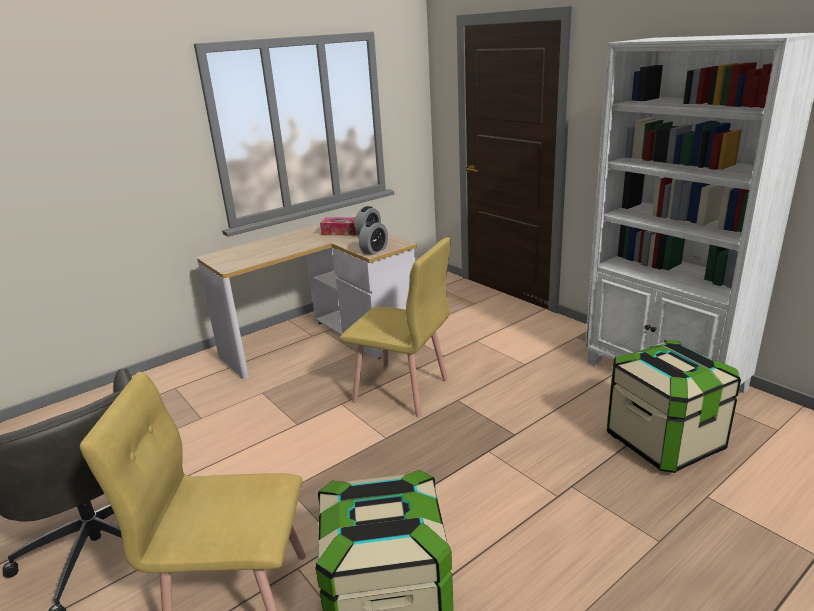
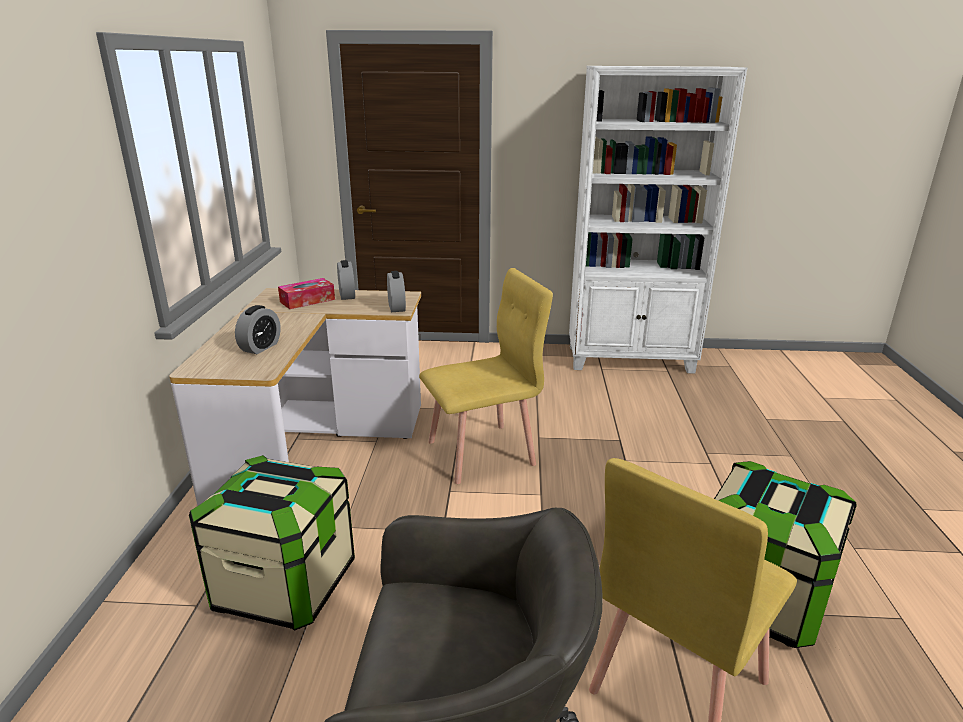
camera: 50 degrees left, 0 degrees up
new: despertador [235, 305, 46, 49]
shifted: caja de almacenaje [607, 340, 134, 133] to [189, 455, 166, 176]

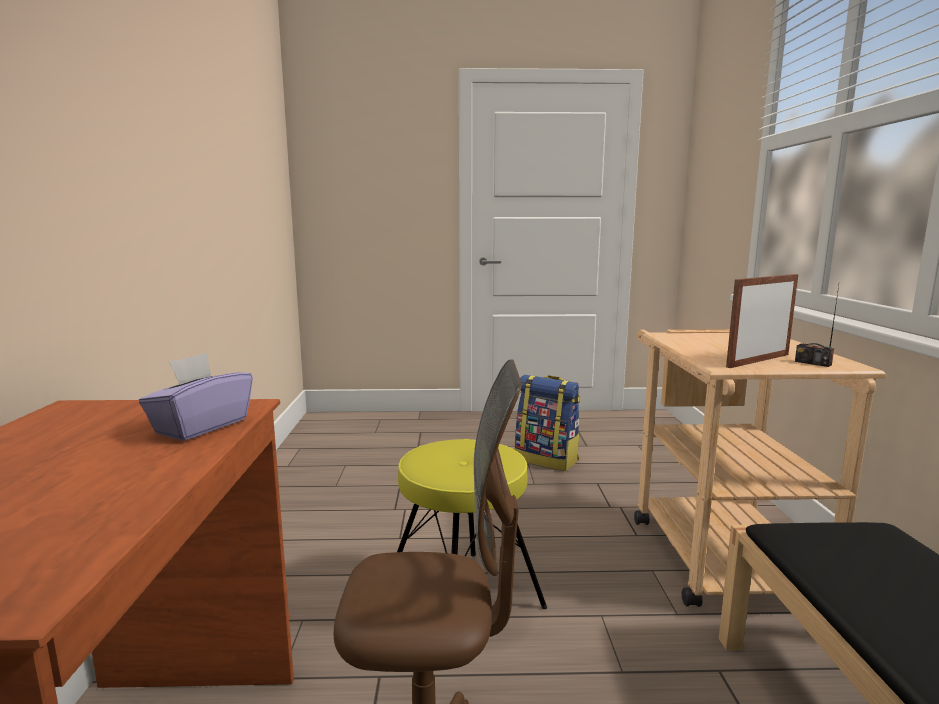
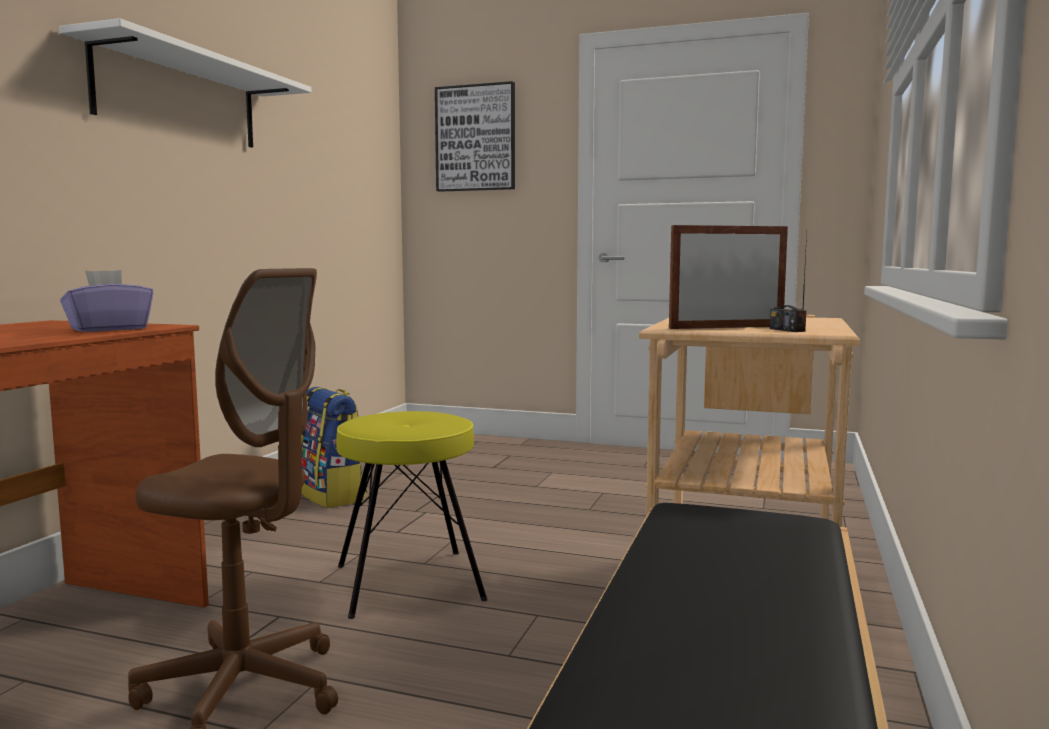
camera: 20 degrees right, 5 degrees down
new: estante [blanco] [59, 18, 252, 130]; cuadro [435, 81, 80, 111]
shifted: mochila [515, 375, 65, 96] to [301, 387, 66, 121]

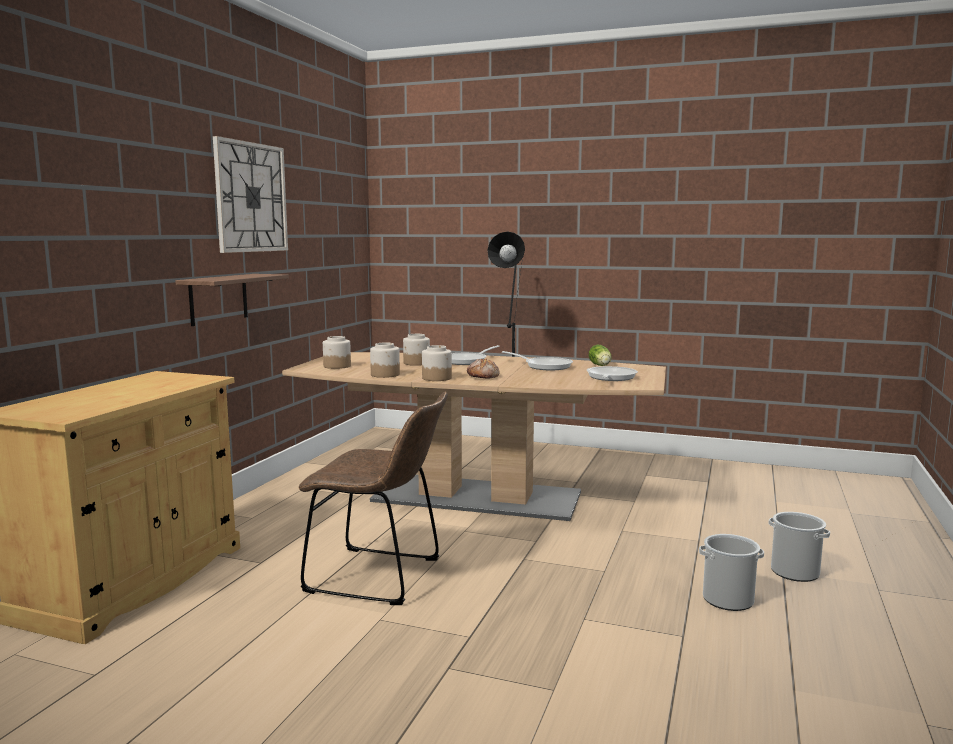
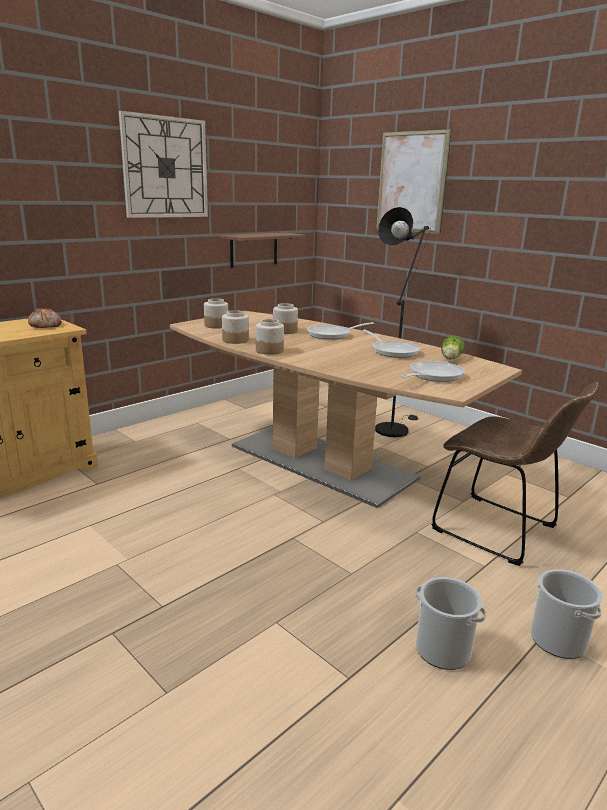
camera: 25 degrees right, 10 degrees up
new: cuadro [376, 129, 76, 105]
shifted: estante [175, 274, 114, 52] to [220, 233, 86, 35]; silla [marrón] [299, 392, 149, 213] to [431, 382, 168, 184]; pan [467, 359, 33, 20] to [28, 308, 34, 20]

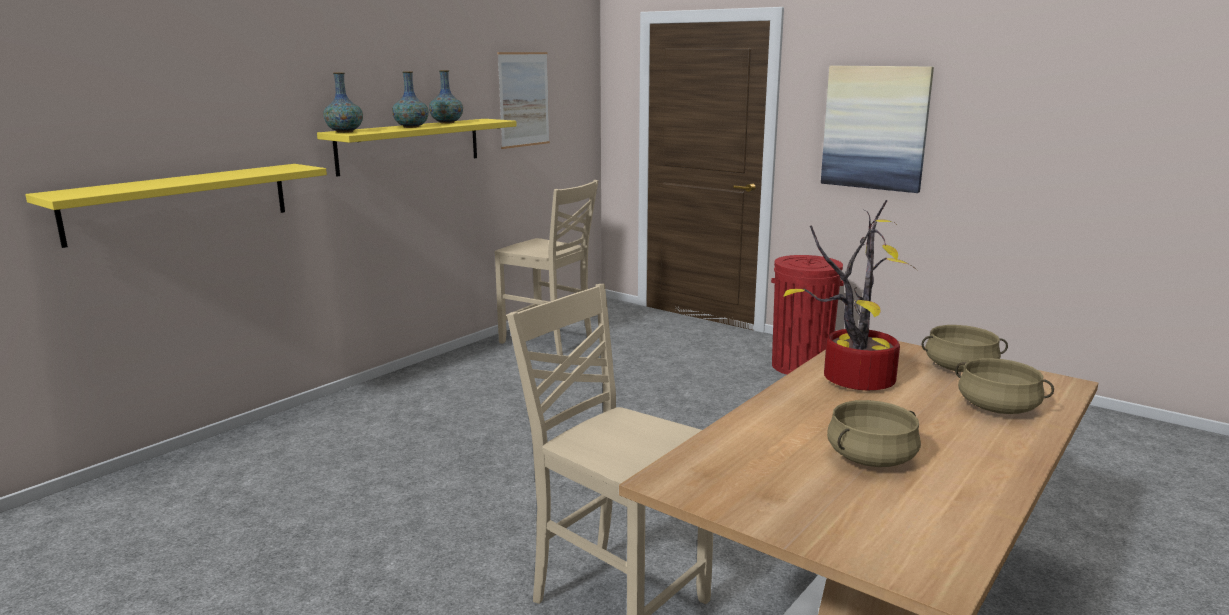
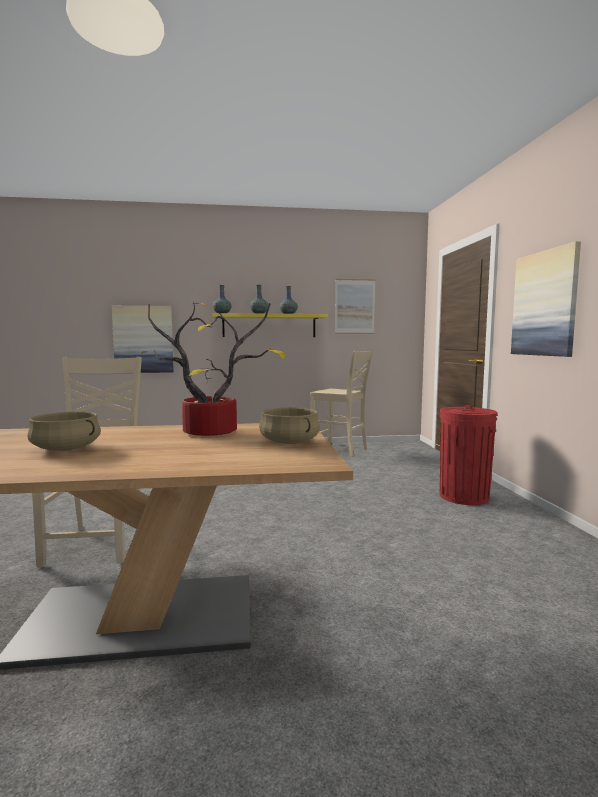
camera: 45 degrees right, 10 degrees down
gone: olla [beis] [955, 358, 99, 56]
swapped: estante [amarillo] [25, 164, 302, 84] to cuadro [111, 305, 63, 68]
rotated: silla [beis] [494, 180, 104, 175] = [310, 350, 63, 107] 45 degrees counterclockwise

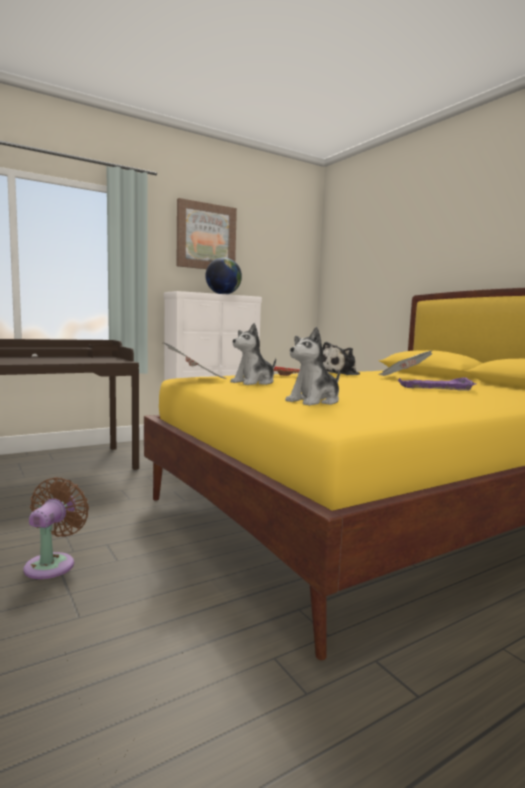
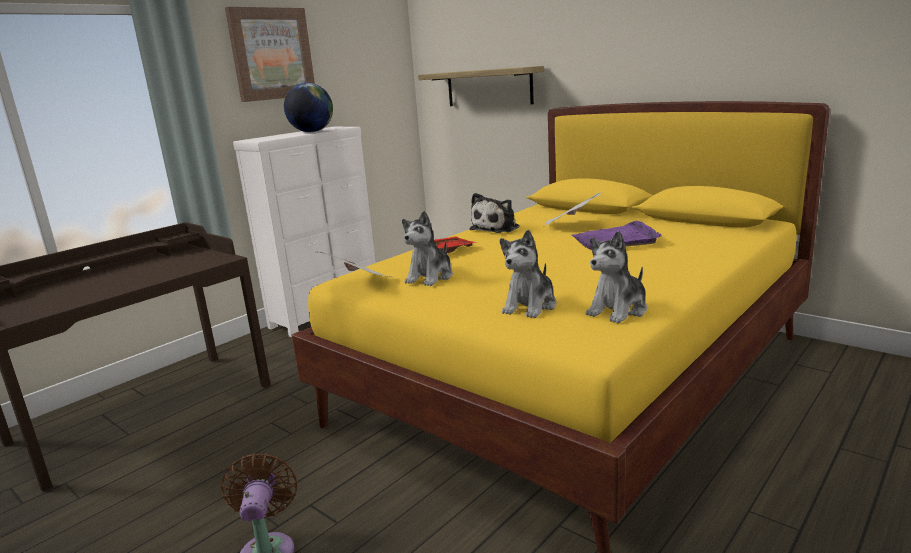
camera: 15 degrees left, 10 degrees up
new: estante [418, 66, 126, 40]; peluche [586, 231, 61, 93]

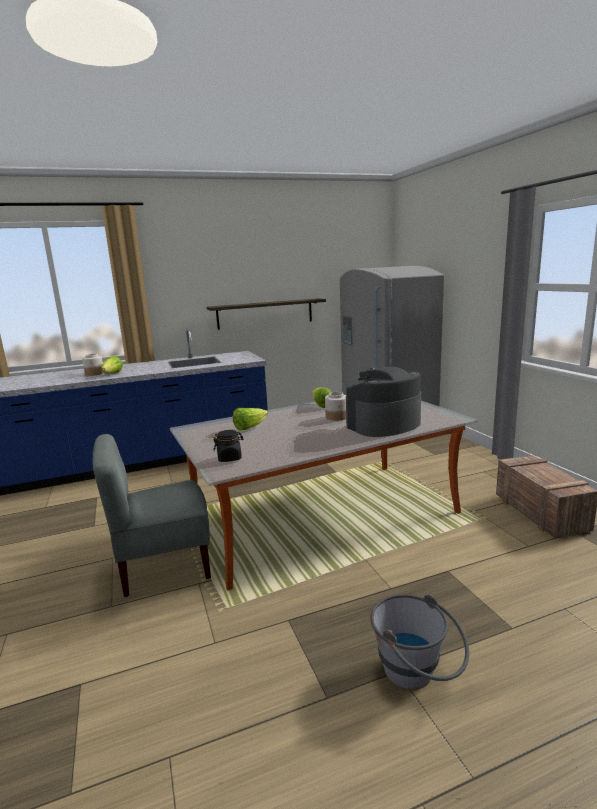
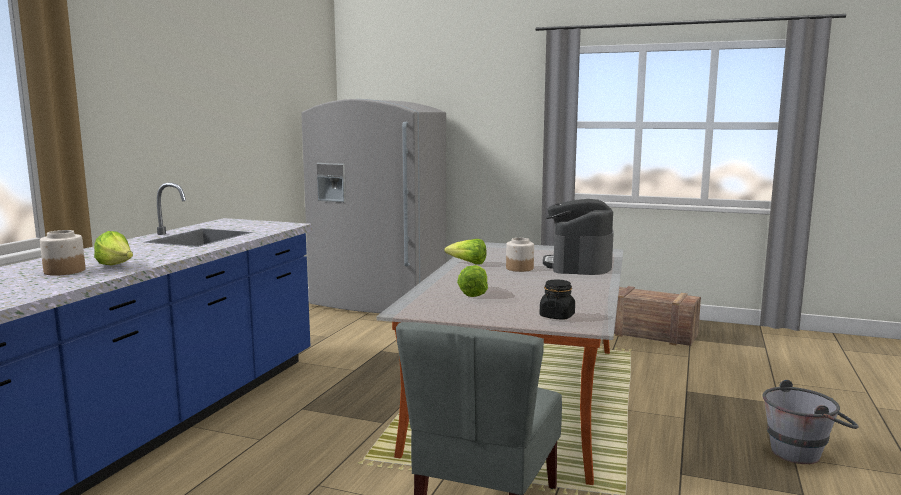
camera: 50 degrees left, 5 degrees down
gone: estante [207, 298, 119, 32]

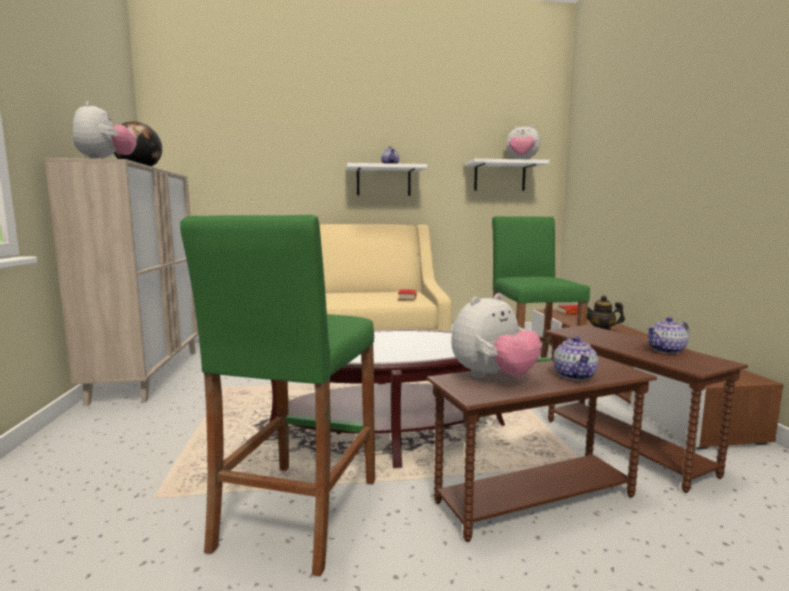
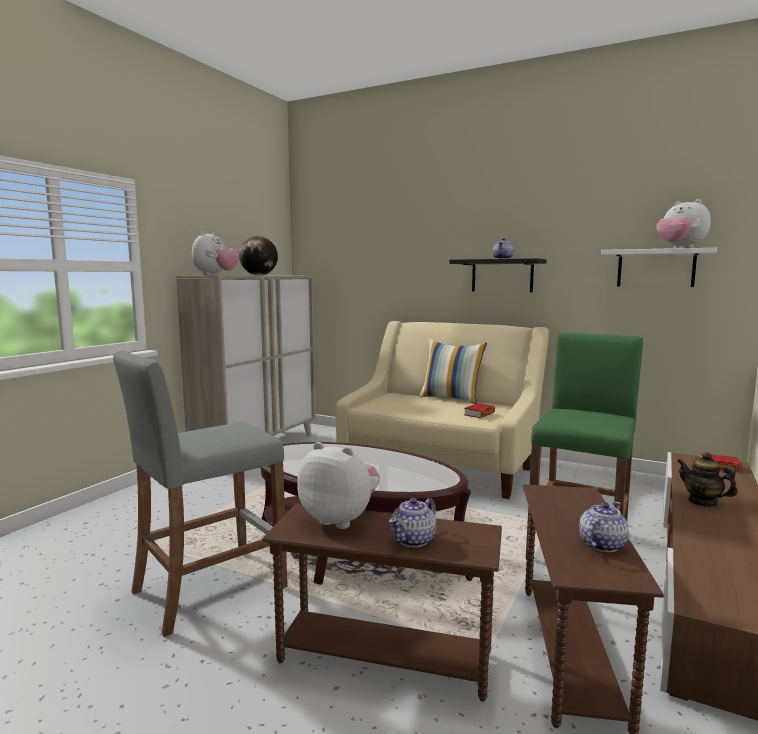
camera: 35 degrees right, 0 degrees up
new: cojín [419, 339, 68, 65]
repainted: taburete [verde] [180, 215, 195, 361] to taburete [gris] [113, 350, 174, 287]; estante [blanco] [346, 163, 81, 33] to estante [negro] [449, 258, 98, 34]
rotated: peluche [451, 293, 91, 85] = [297, 442, 83, 87] 150 degrees counterclockwise; tetera [647, 317, 42, 37] = [579, 502, 50, 50] 120 degrees clockwise

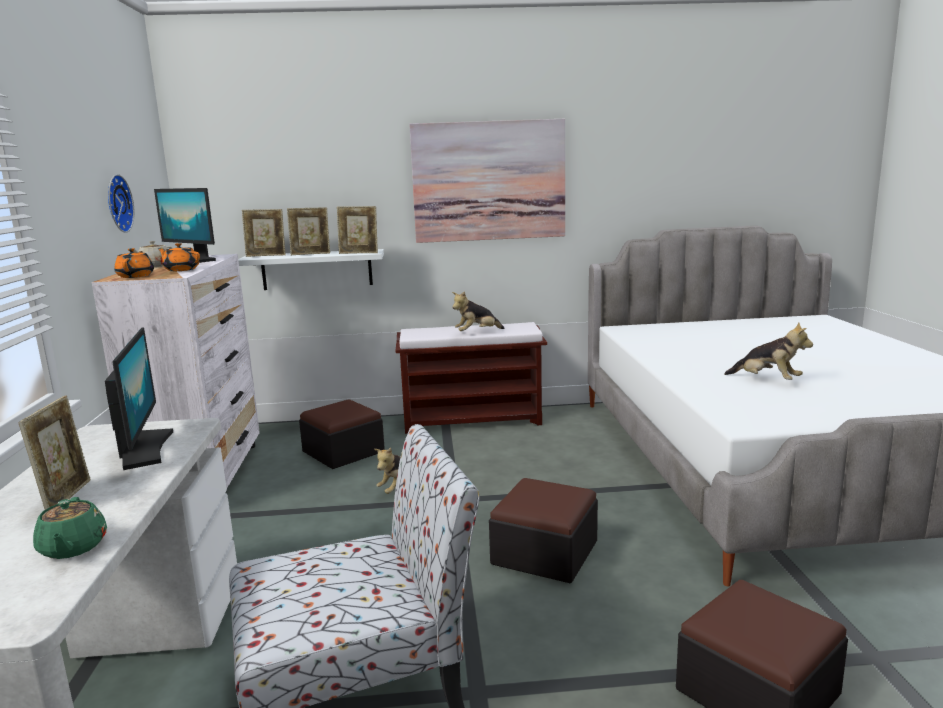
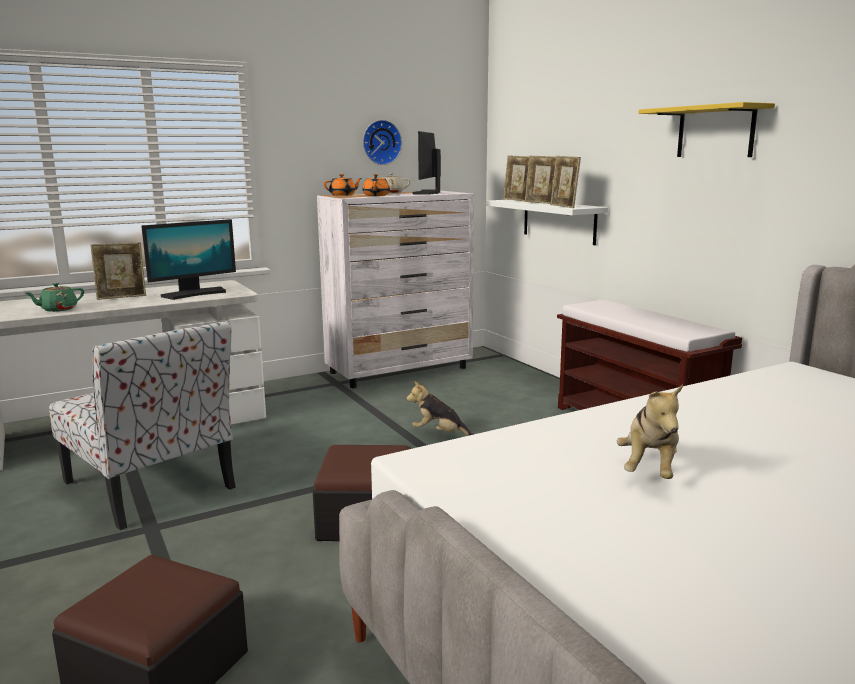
camera: 65 degrees right, 0 degrees up
gone: puf [299, 399, 86, 70]; peluche [452, 291, 53, 40]
swapped: cuadro [409, 119, 156, 124] to estante [amarillo] [639, 102, 136, 55]

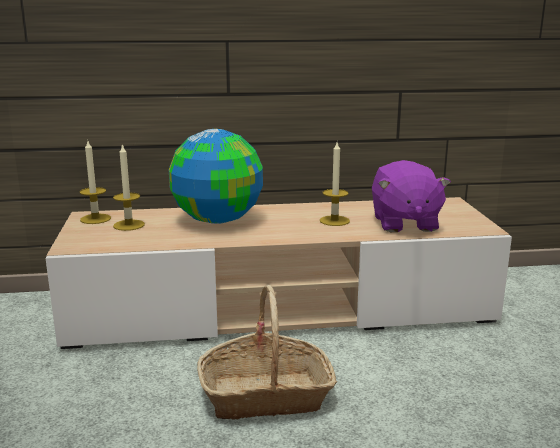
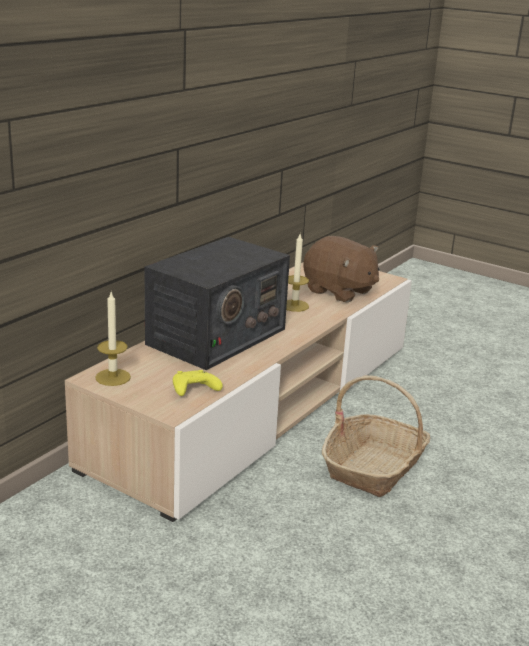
camera: 50 degrees left, 5 degrees up
gone: vela [113, 144, 32, 87]
new: mando de consola [amarillo] [173, 370, 50, 26]
swapped: globo terráqueo [169, 129, 94, 95] to radio [145, 237, 145, 133]
repainted: peluche [morado] [372, 160, 79, 72] to peluche [marrón] [303, 236, 76, 67]

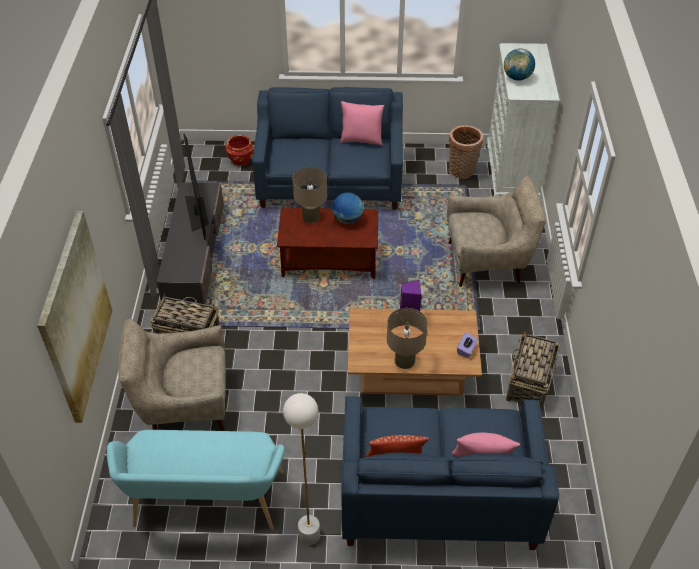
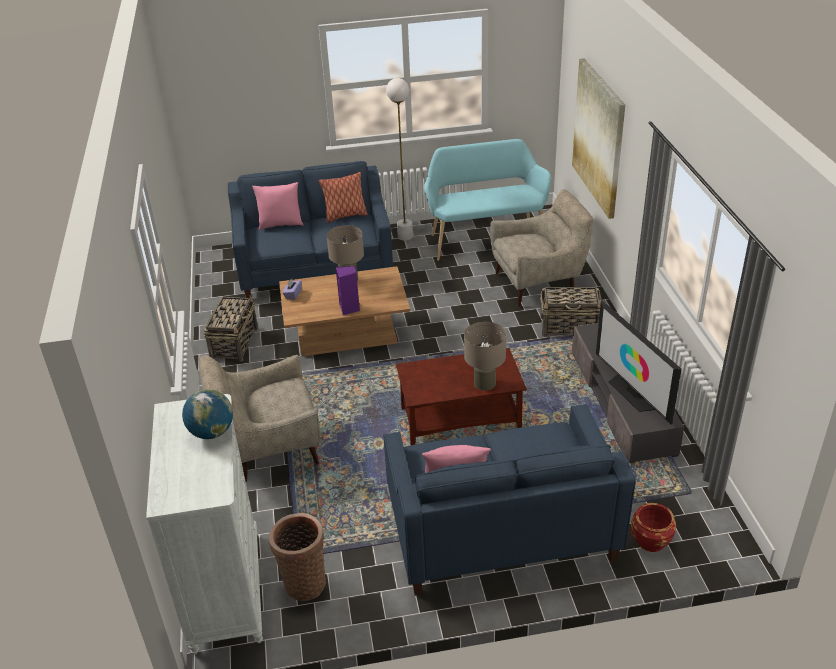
camera: 170 degrees right, 10 degrees down
gone: globo terráqueo [332, 192, 32, 32]

